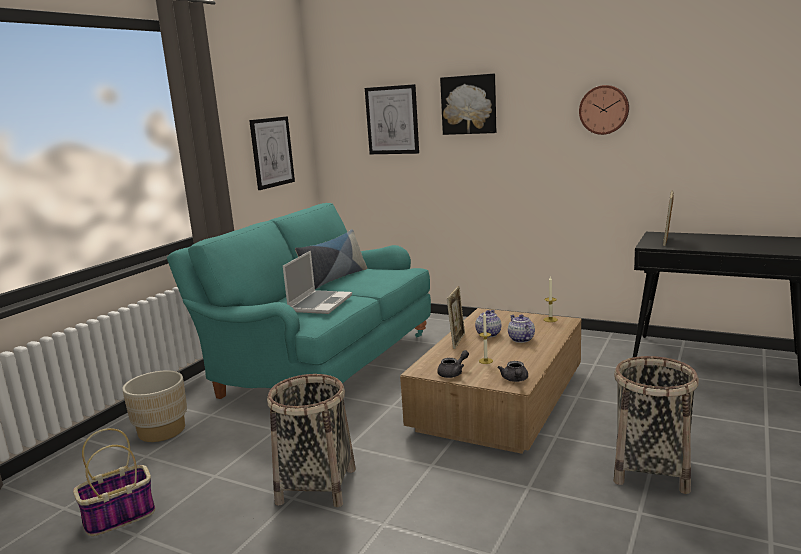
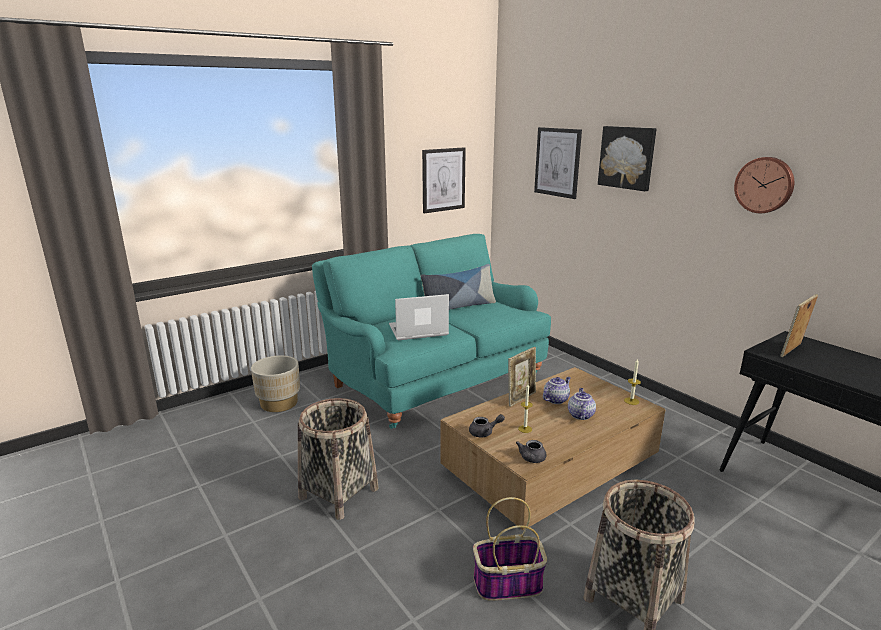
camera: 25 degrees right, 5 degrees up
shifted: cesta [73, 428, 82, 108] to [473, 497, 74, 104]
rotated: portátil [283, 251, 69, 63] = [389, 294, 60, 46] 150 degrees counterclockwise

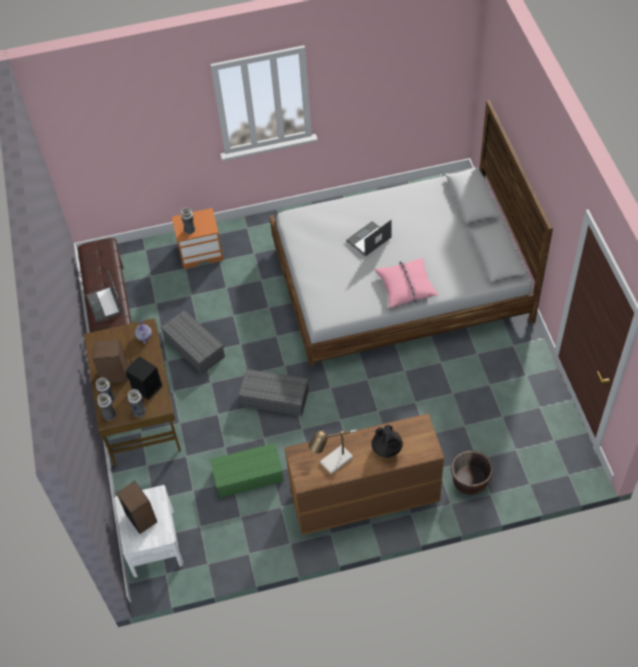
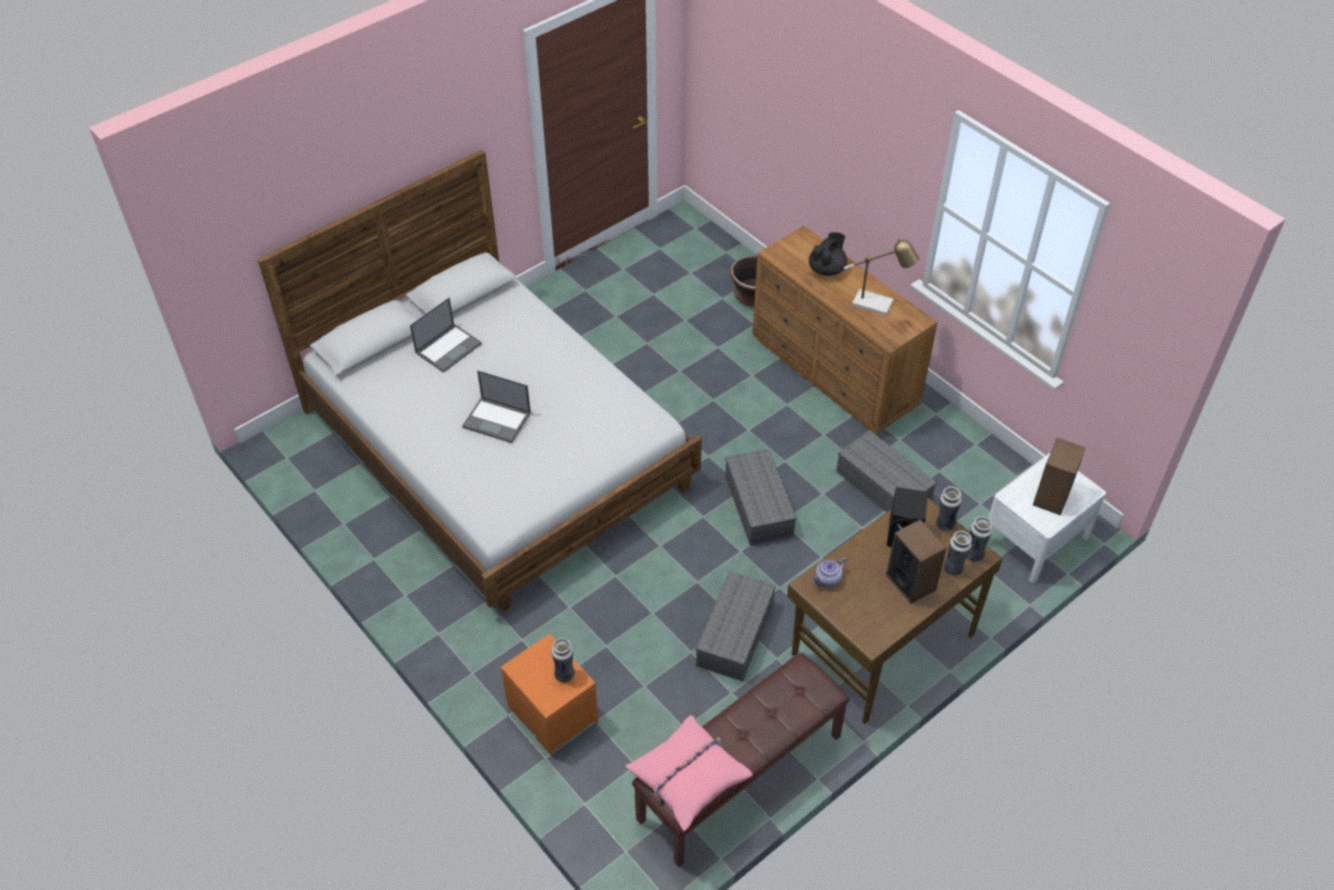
camera: 120 degrees left, 5 degrees down
shifted: portátil [86, 271, 38, 51] to [410, 298, 72, 75]; cojín [rosa] [375, 258, 63, 50] to [625, 715, 128, 116]
repainted: caja de almacenaje [verde] [210, 443, 74, 55] to caja de almacenaje [gris] [836, 430, 101, 83]

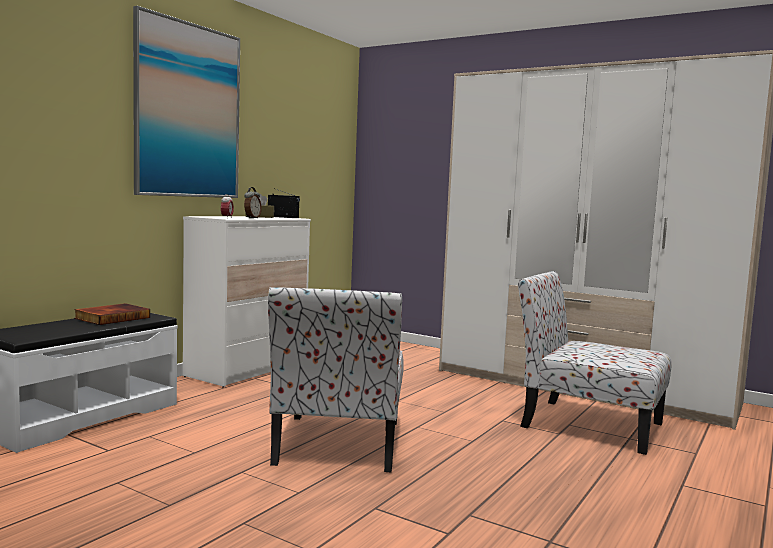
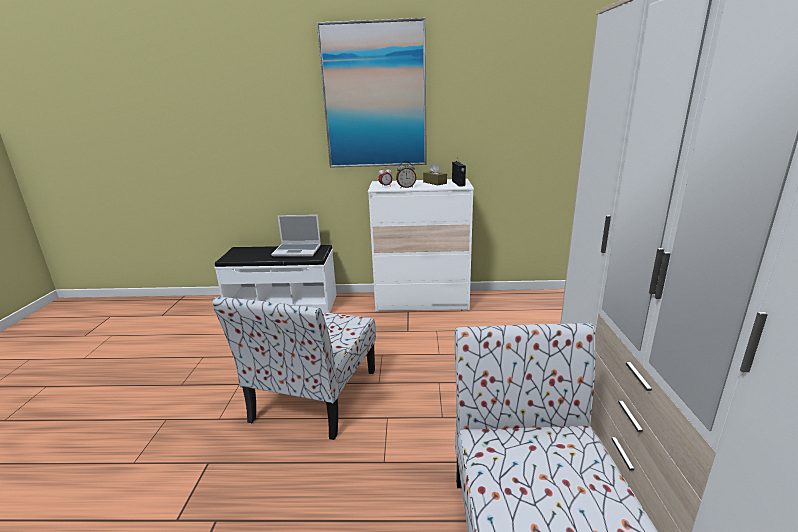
camera: 60 degrees right, 15 degrees up
swapped: libro [74, 303, 76, 22] to portátil [271, 215, 50, 42]
rotated: silla [268, 287, 136, 185] = [212, 296, 164, 144] 45 degrees counterclockwise

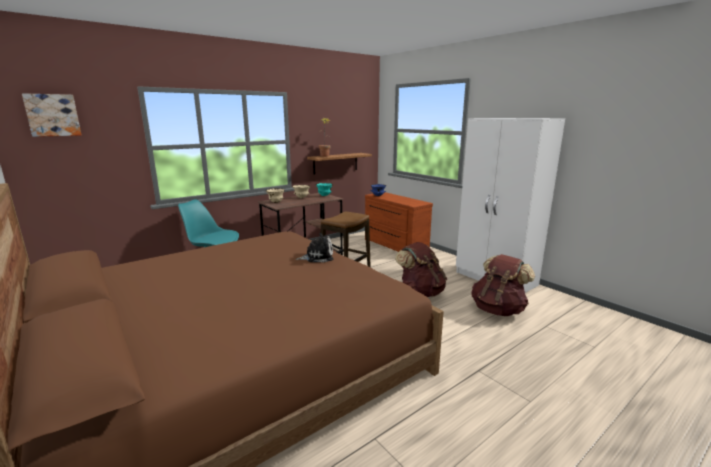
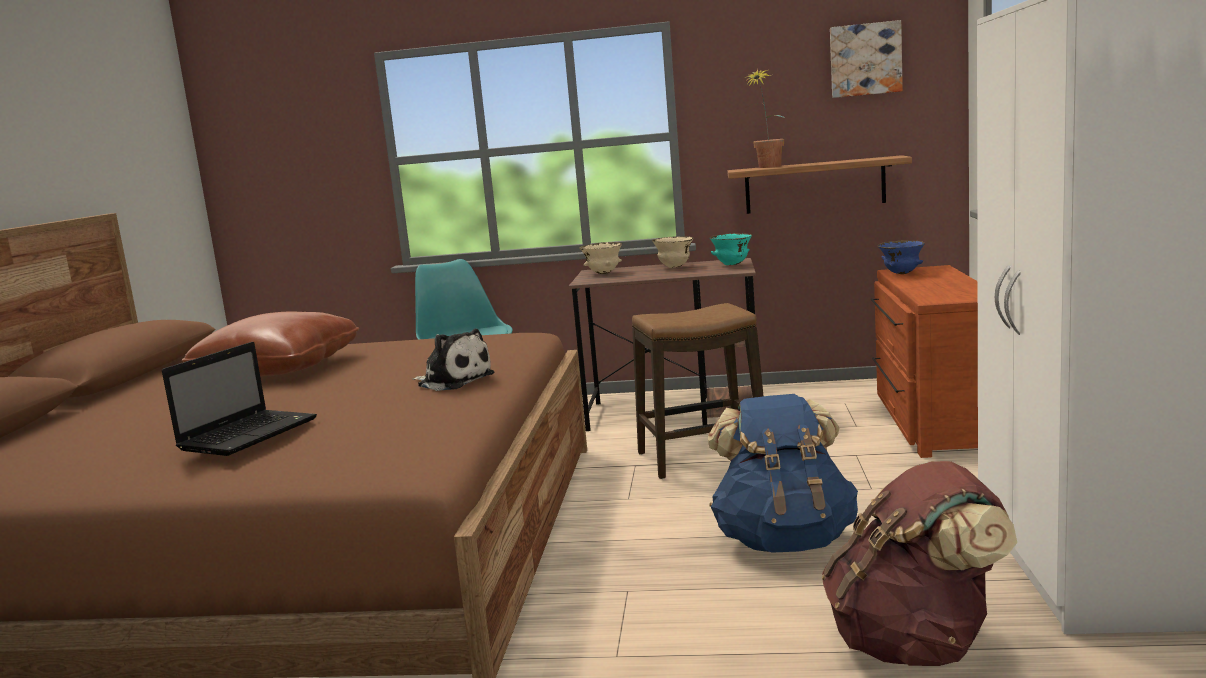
camera: 45 degrees right, 5 degrees down
new: portátil [162, 342, 155, 114]; cojín [marrón] [182, 312, 177, 64]
shifted: cuadro [22, 93, 59, 44] to [830, 20, 73, 78]
repainted: mochila [marrón] [395, 242, 52, 55] to mochila [azul] [708, 394, 150, 159]

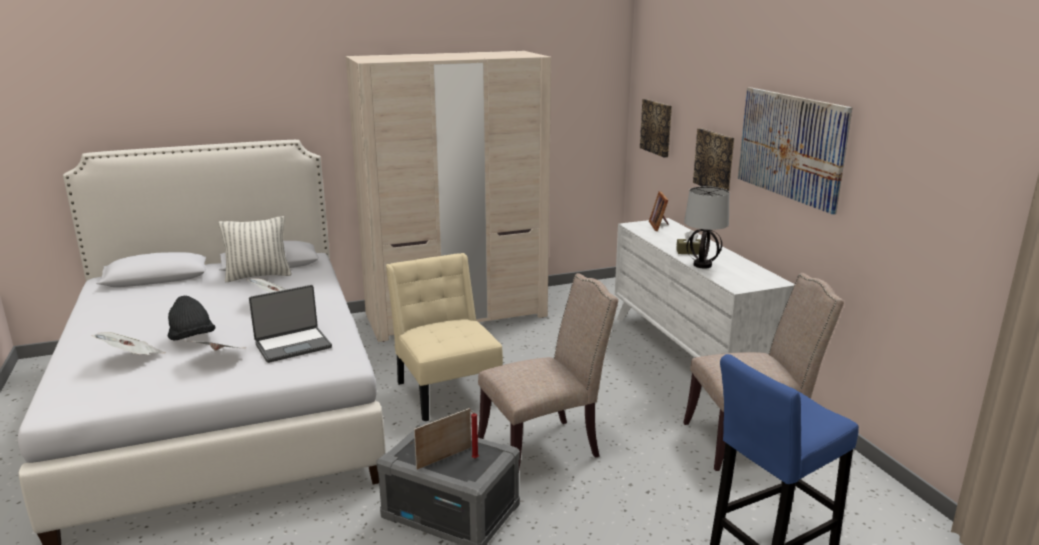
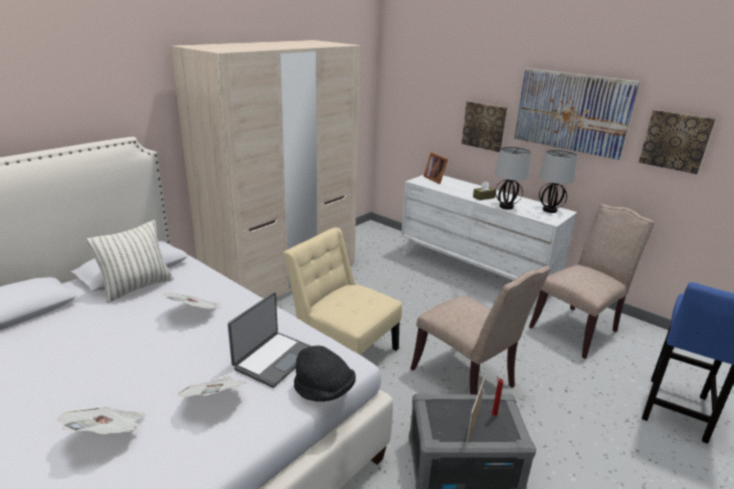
camera: 30 degrees left, 5 degrees up
new: lámpara de mesa [539, 150, 39, 63]
shifted: sombrero [negro] [168, 295, 48, 45] to [294, 345, 62, 57]; cuadro [640, 99, 32, 59] to [639, 110, 76, 64]
rotated: silla [beis] [478, 273, 140, 196] = [410, 266, 141, 129] 105 degrees clockwise

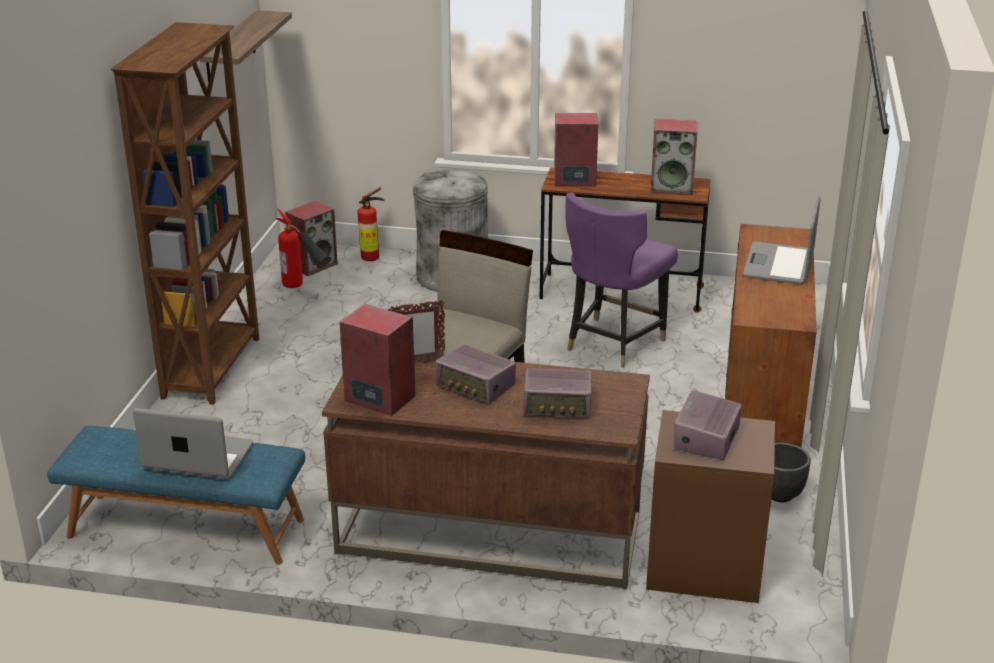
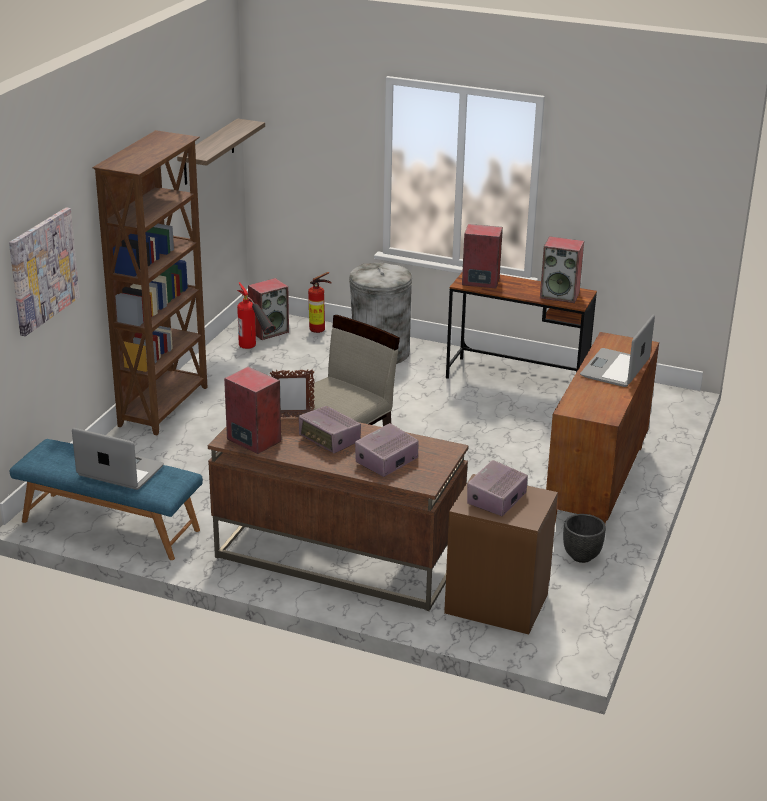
camera: 10 degrees right, 0 degrees up
gone: silla [morado] [565, 192, 113, 176]
new: cuadro [9, 207, 71, 129]
rotated: radio [524, 368, 67, 50] = [355, 423, 64, 54] 120 degrees clockwise

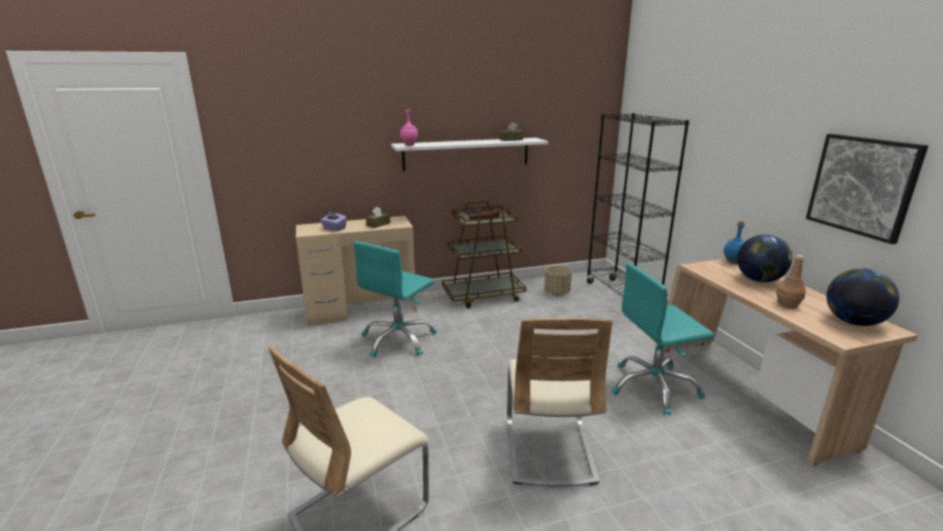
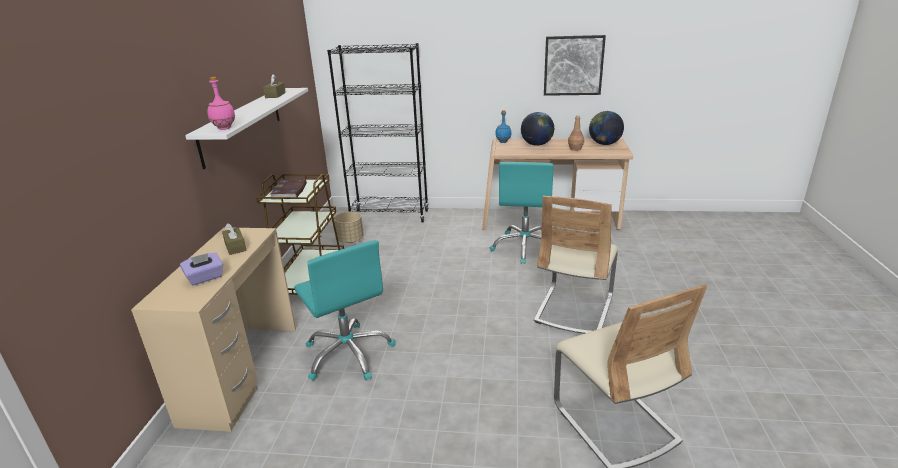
camera: 65 degrees left, 5 degrees up
rotated: silla [beis] [507, 318, 106, 169] = [534, 196, 84, 138] 90 degrees clockwise

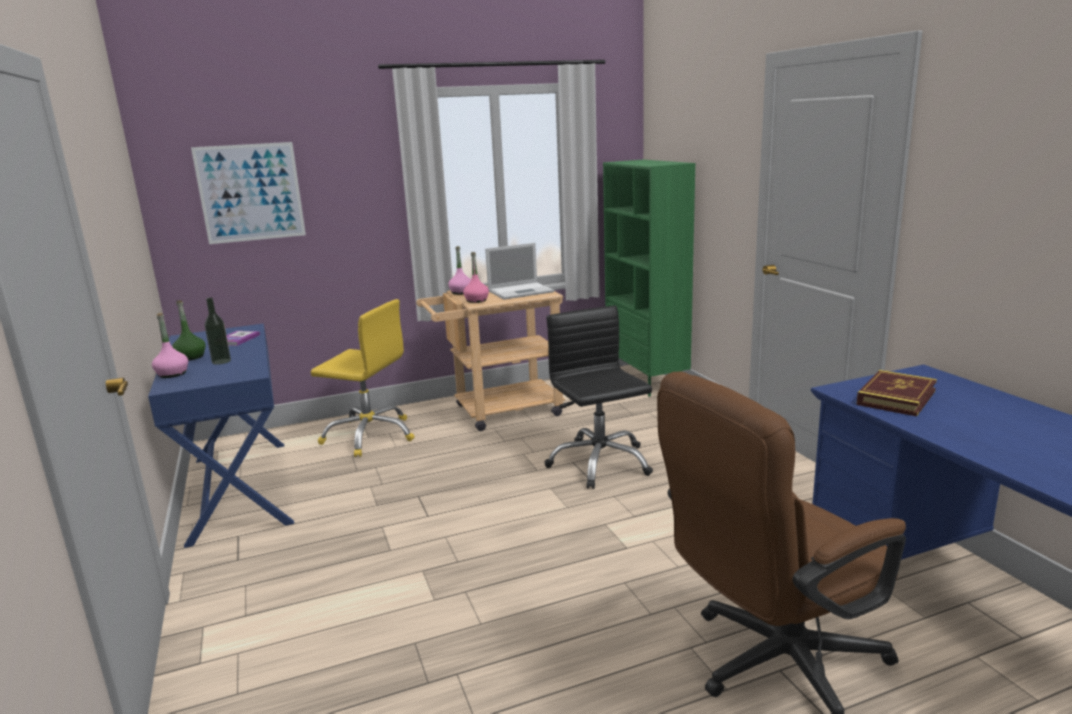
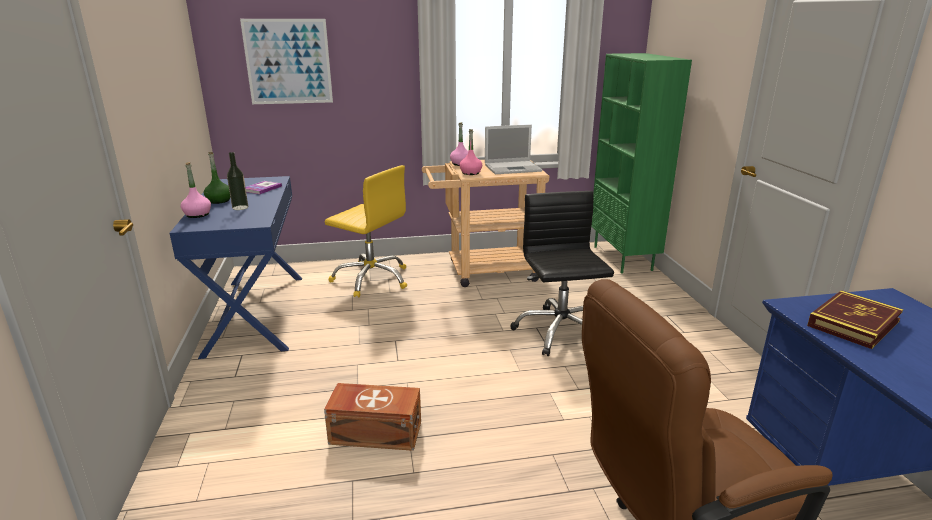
camera: 10 degrees right, 5 degrees up
new: caja de almacenaje [marrón] [324, 383, 97, 68]

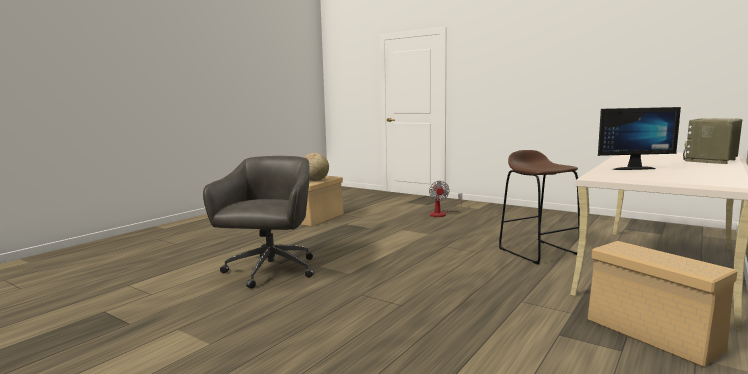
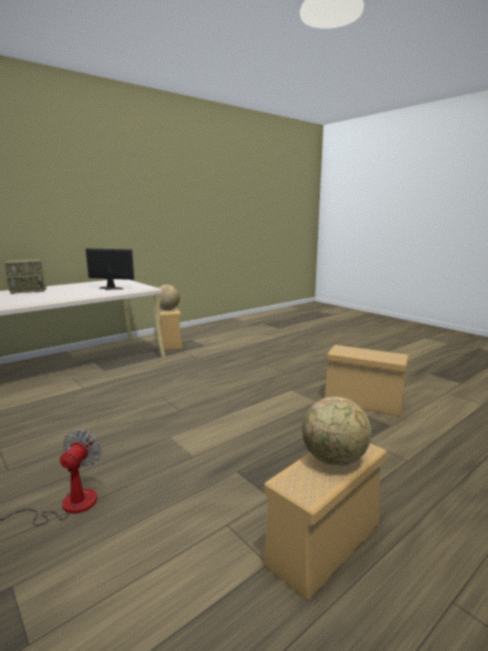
camera: 165 degrees left, 5 degrees up
gone: taburete [marrón] [499, 150, 81, 115]
new: globo terráqueo [154, 285, 26, 25]
swapped: silla de oficina [gris] [203, 156, 111, 133] to caja de almacenaje [beis] [325, 345, 83, 71]

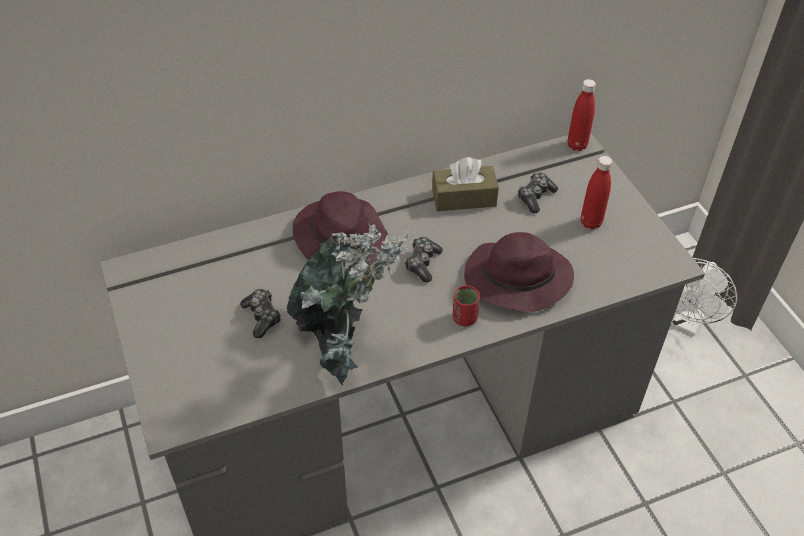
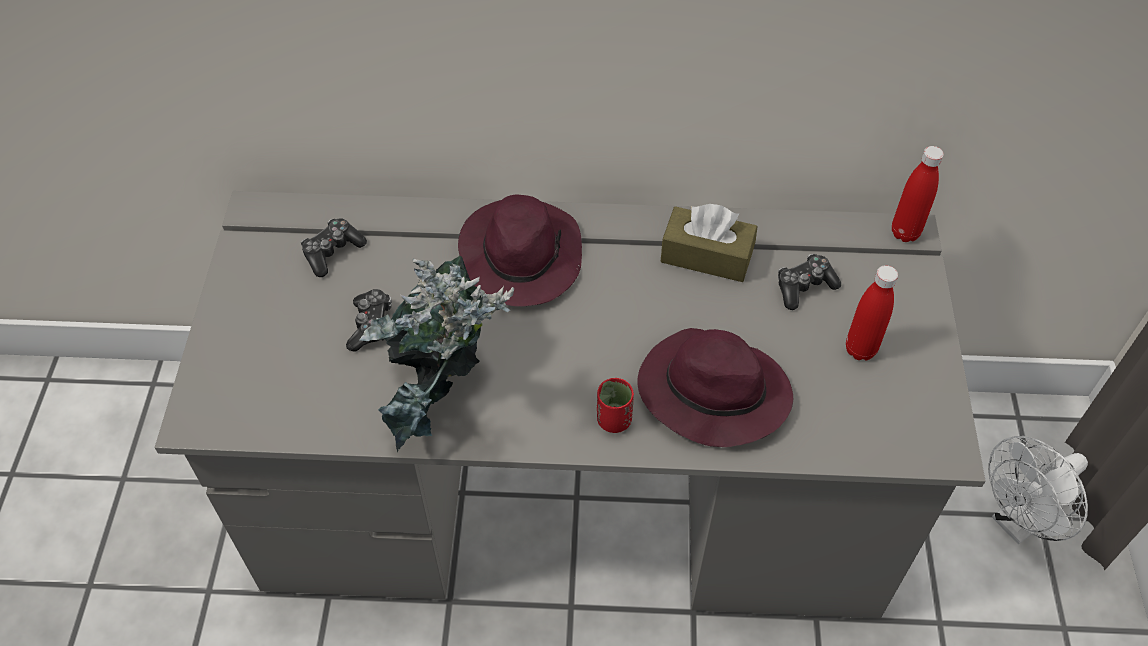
camera: 25 degrees right, 5 degrees up
shifted: mando de consola [404, 237, 39, 45] to [301, 218, 66, 59]

